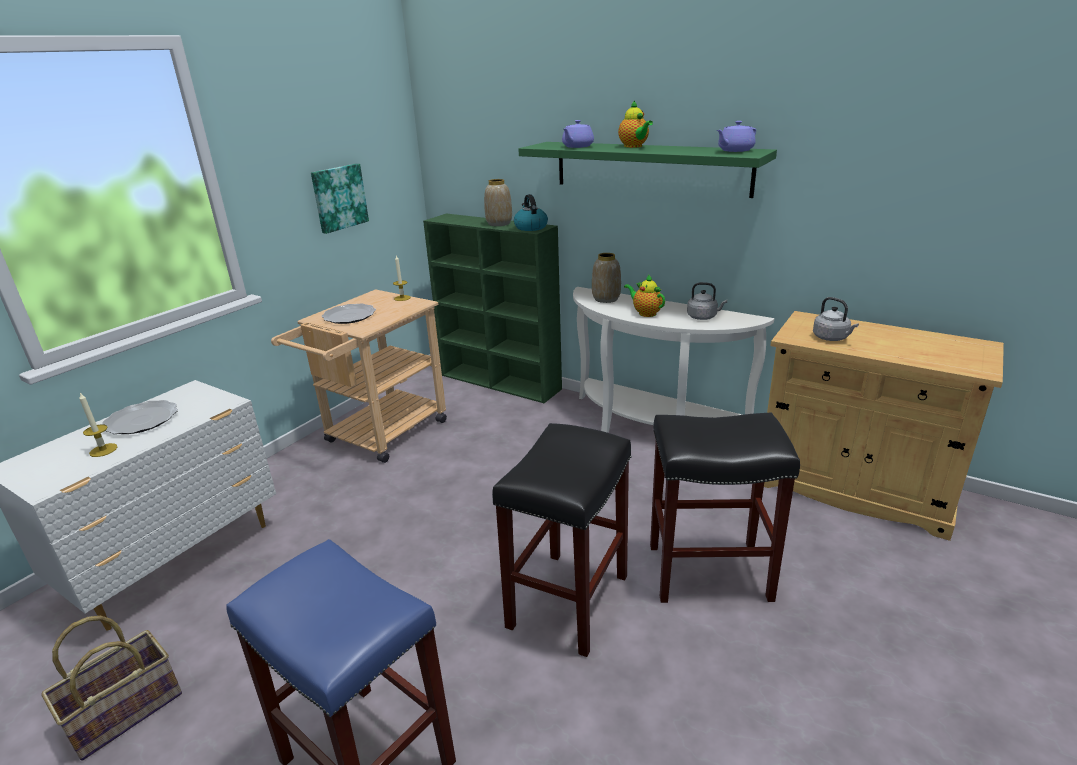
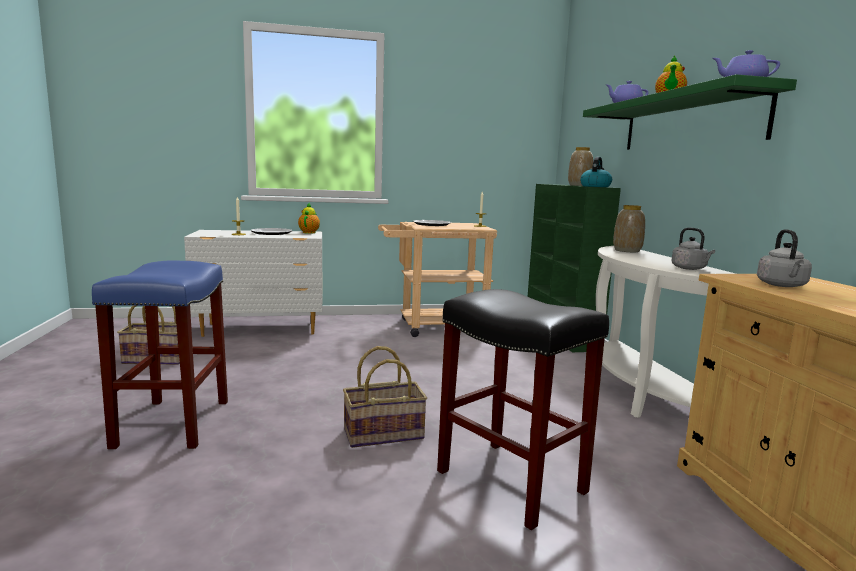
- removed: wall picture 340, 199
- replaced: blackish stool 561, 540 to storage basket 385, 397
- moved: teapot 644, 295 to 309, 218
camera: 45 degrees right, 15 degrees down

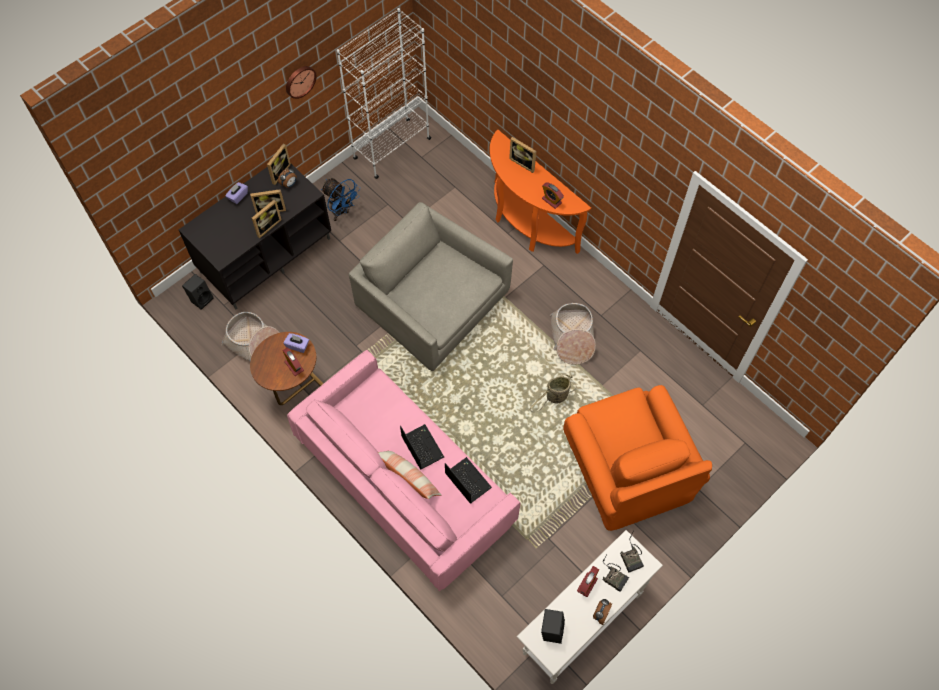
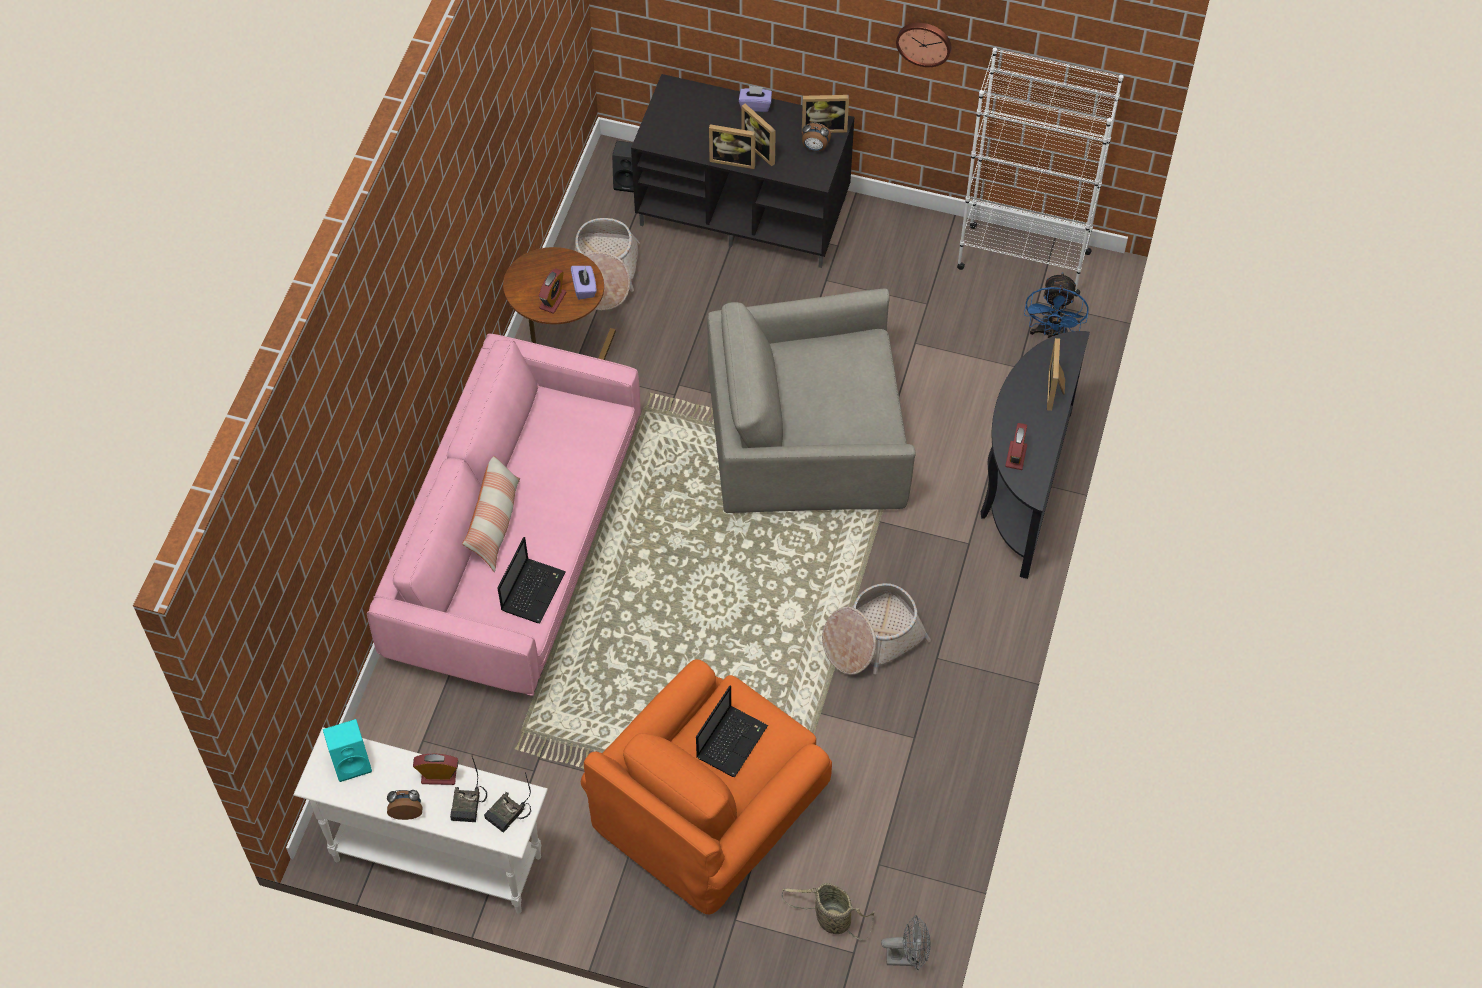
- moved: blue cooling fan 341, 199 to 1056, 305
- turned: gray easy chair 431, 286 = 811, 400 105 degrees counterclockwise
- moved: notebook computer 422, 447 to 732, 732
- recoloured: orange-coloured hall table 540, 192 to blackish hall table 1035, 455
- moved: storage basket 553, 394 to 828, 911
- recoloured: blackish speaker 553, 626 to blue-green speaker 347, 750
- added: gray cooling fan 905, 942
camera: 60 degrees right, 5 degrees down

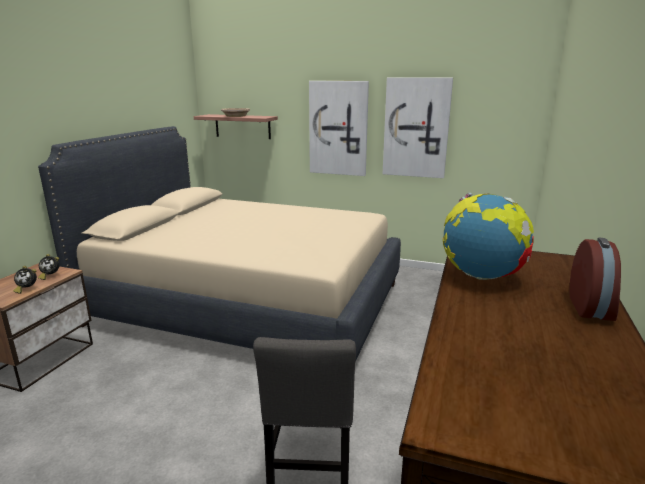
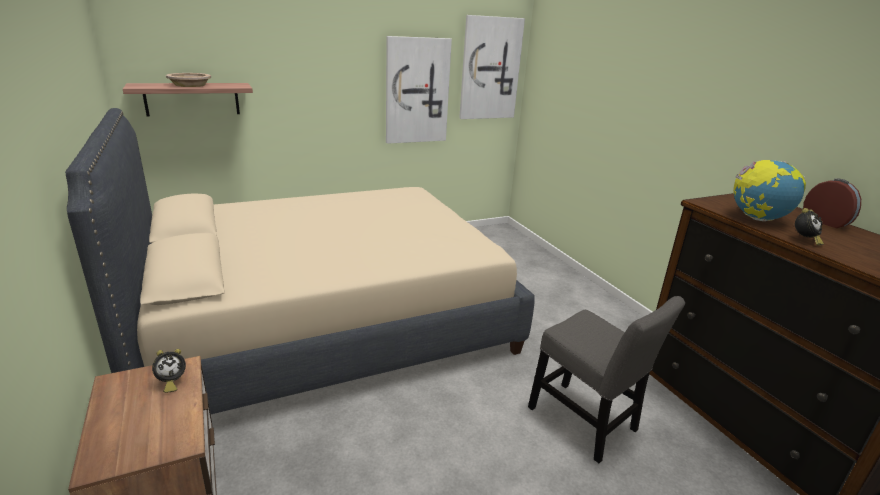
- moved: alarm clock 25, 280 to 809, 227
- moved: wall picture 339, 128 to 492, 67
camera: 45 degrees left, 5 degrees up

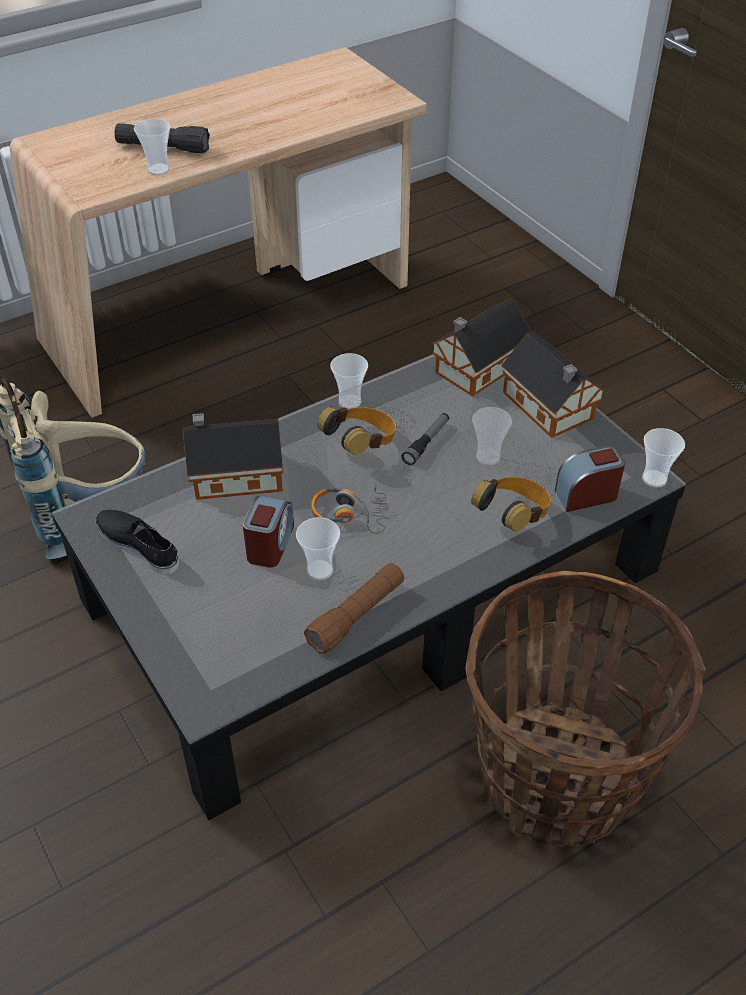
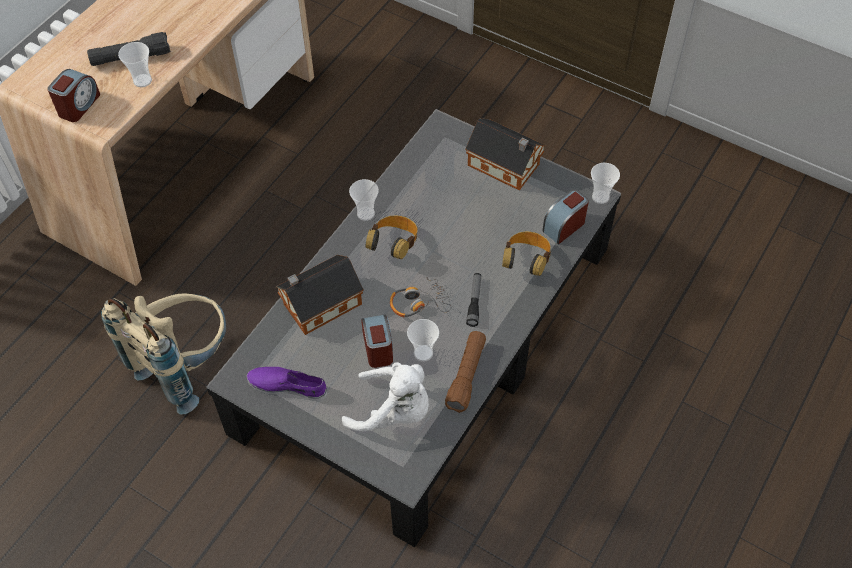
- recoloured: blackish shoe 137, 542 to purplish shoe 286, 384
- moved: flashlight 425, 439 to 473, 300
- removed: model house 481, 348
- removed: storage basket 585, 709
- removed: cup 492, 436
- added: alarm clock 74, 95
- added: white-coloured plush toy 385, 396
camera: 25 degrees left, 10 degrees up

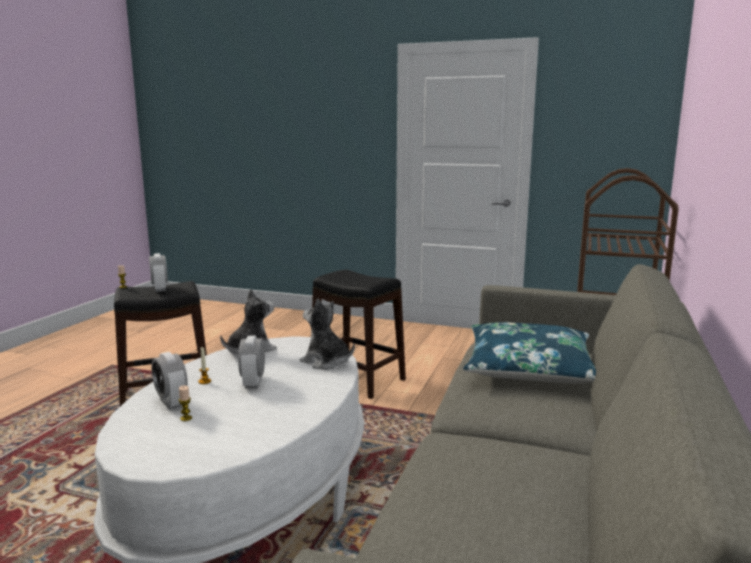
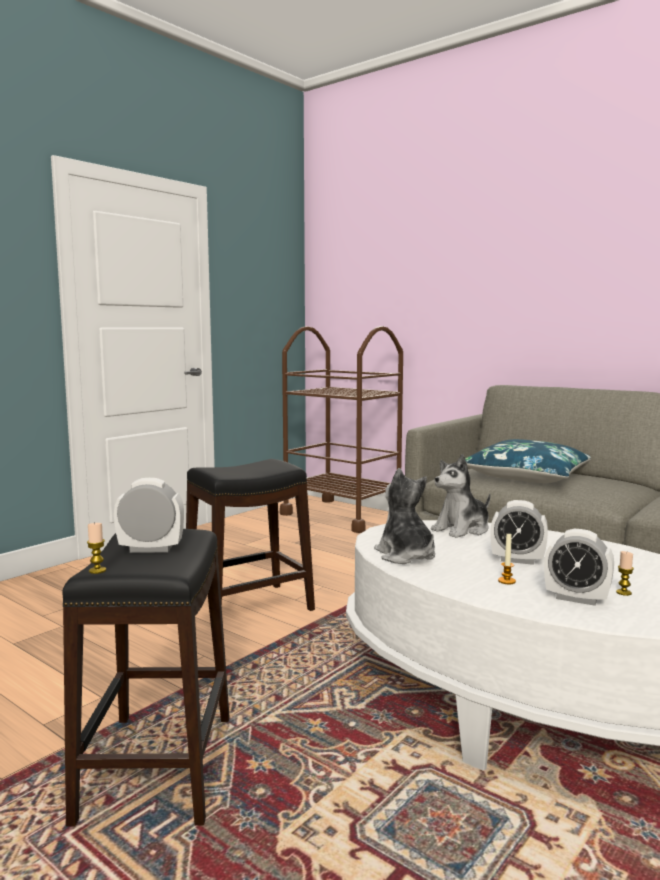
- turned: alarm clock 169, 381 = 579, 567 45 degrees clockwise
camera: 70 degrees left, 5 degrees down

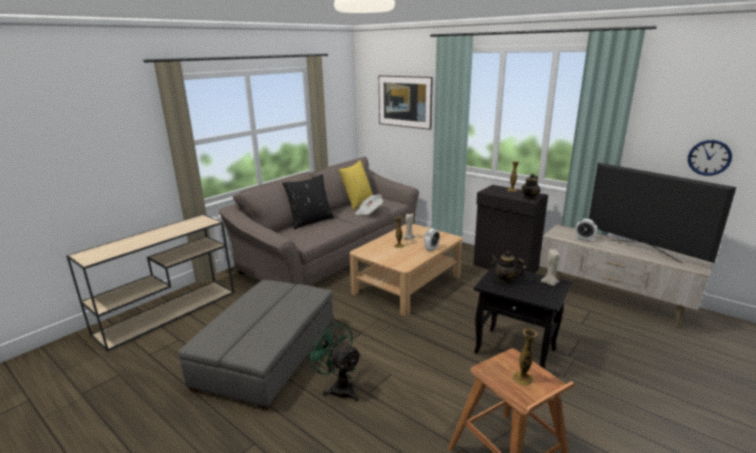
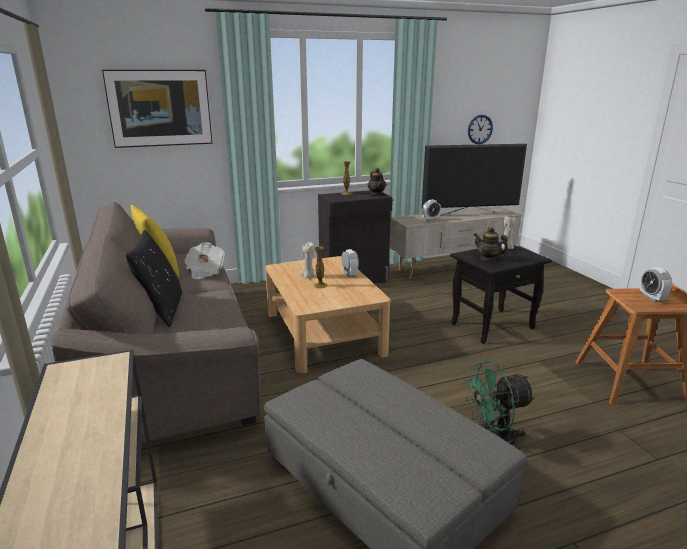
- turned: teapot 507, 268 = 491, 244 60 degrees clockwise
- replaced: decorative vase 525, 357 to alarm clock 656, 284
camera: 60 degrees left, 0 degrees up

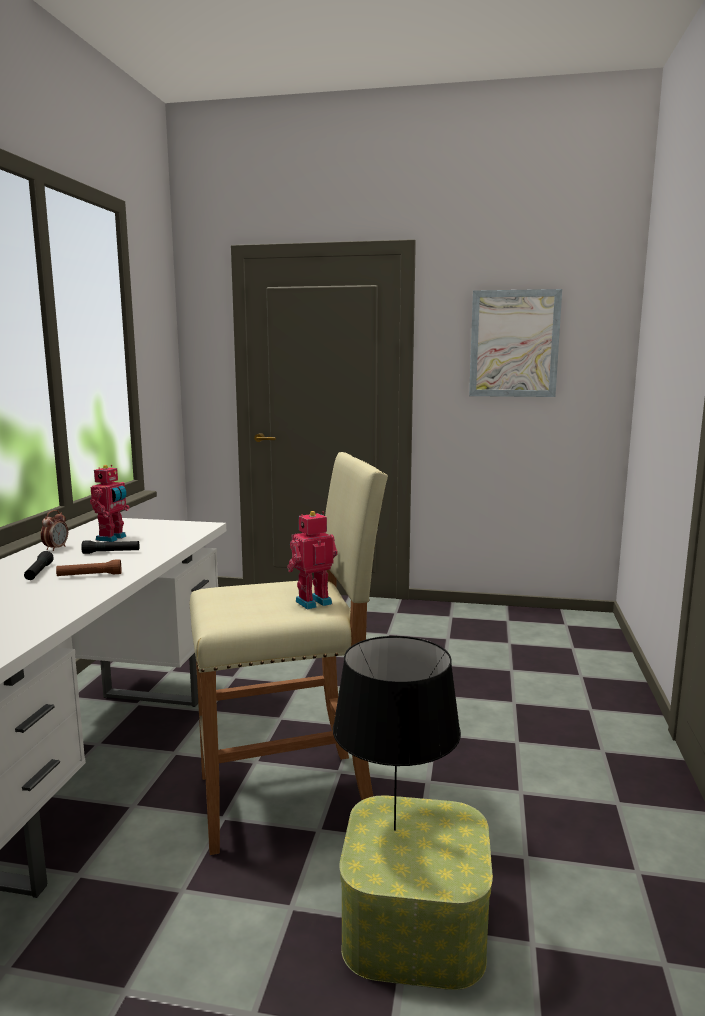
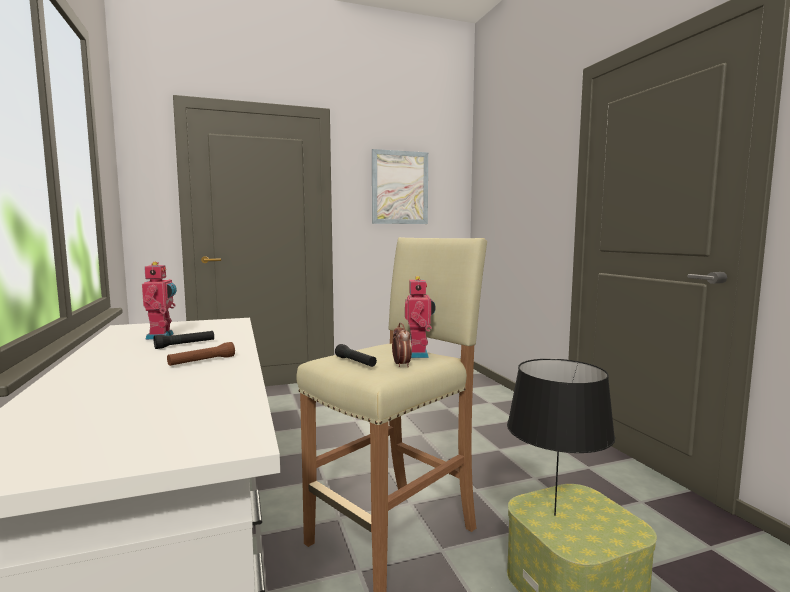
- moved: blackish flashlight 39, 565 to 356, 355
- moved: alarm clock 54, 530 to 402, 345
- turned: toy robot 312, 560 = 420, 317 150 degrees clockwise
camera: 30 degrees left, 5 degrees down

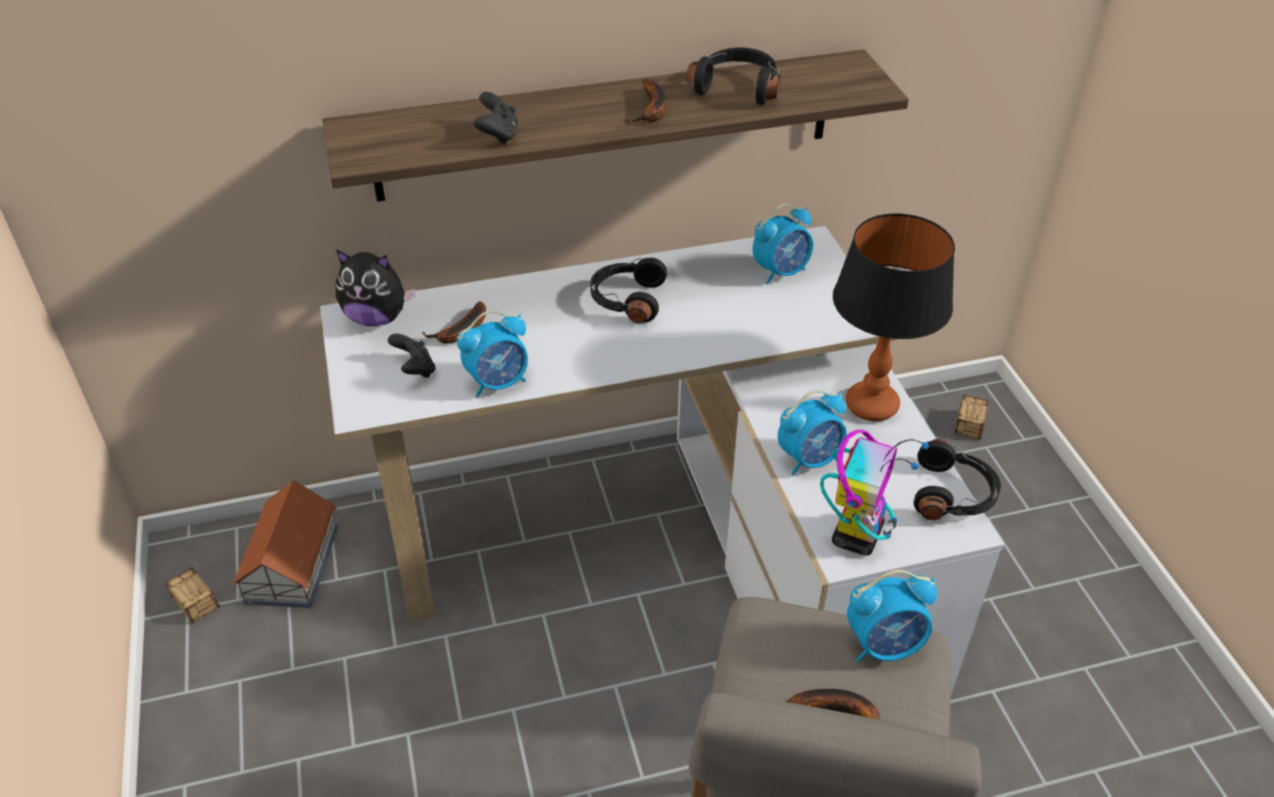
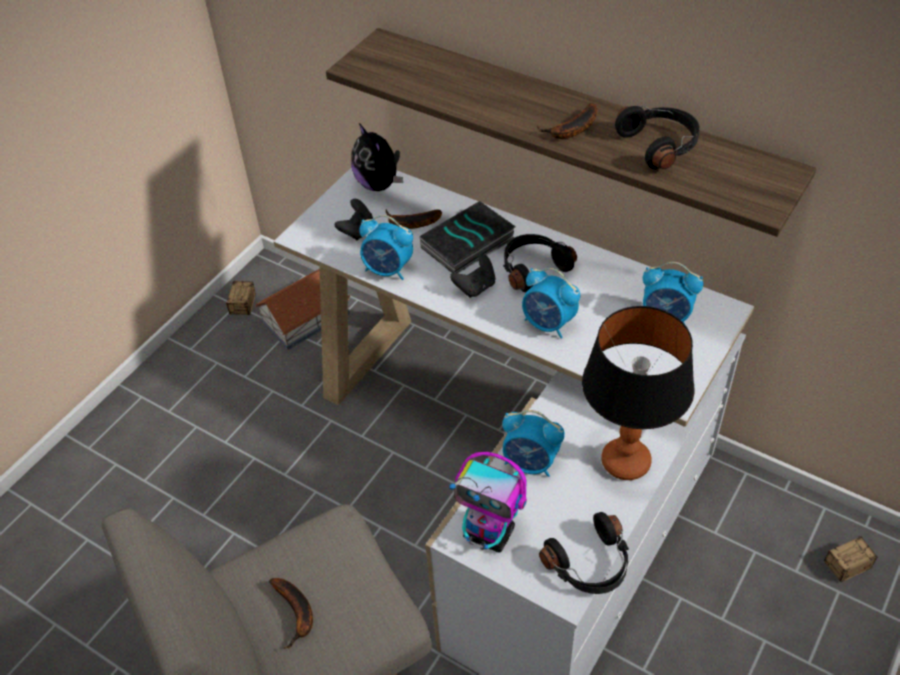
- moved: blackish joypad 496, 118 to 473, 276
- turned: toy robot 874, 492 = 488, 502 45 degrees clockwise
- moved: alarm clock 892, 616 to 551, 303
- added: book 468, 237
camera: 50 degrees right, 5 degrees up

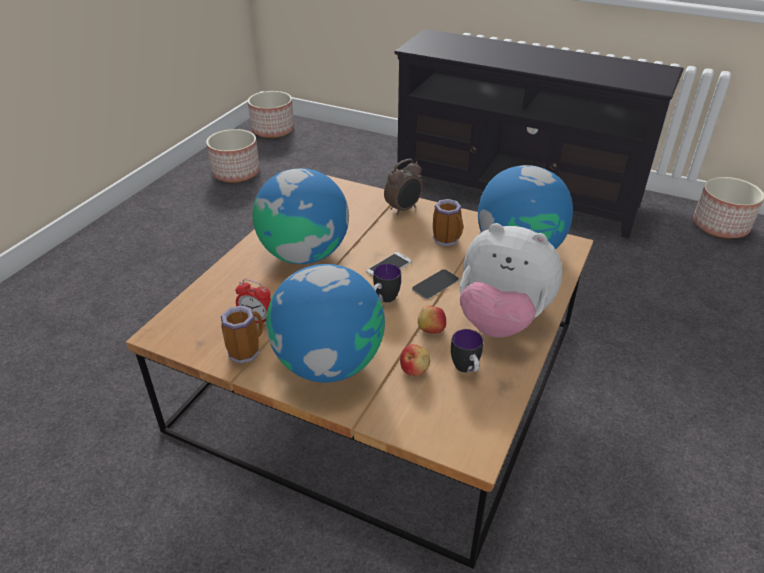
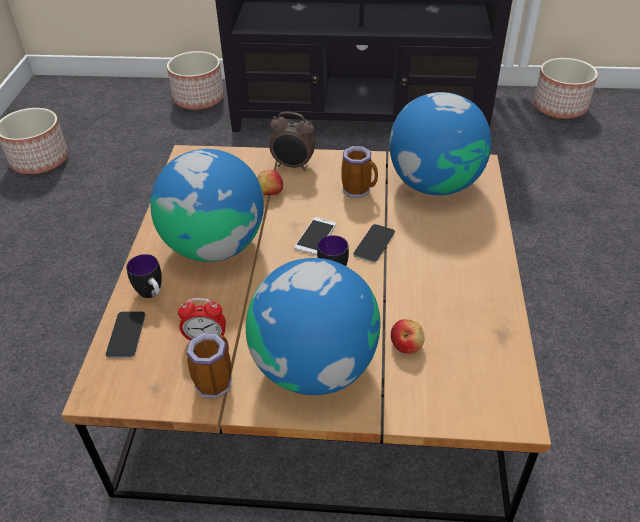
- moved: planter 271, 114 to 195, 80
- turned: alarm clock 403, 187 = 292, 141 75 degrees clockwise
- moved: apple 432, 319 to 270, 182
- moved: coffee mug 467, 351 to 144, 276
- removed: plush toy 511, 280
- added: phone 125, 334
camera: 20 degrees left, 5 degrees up

